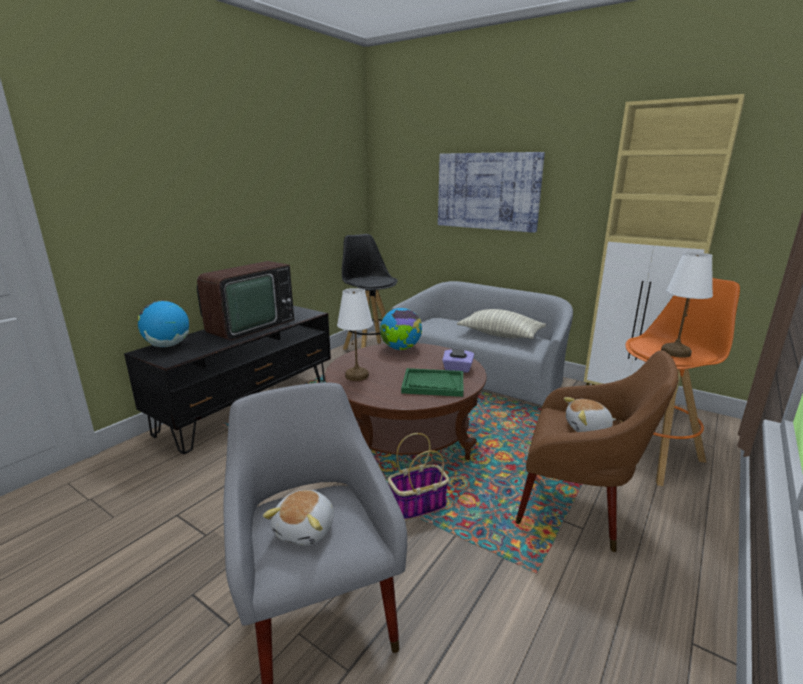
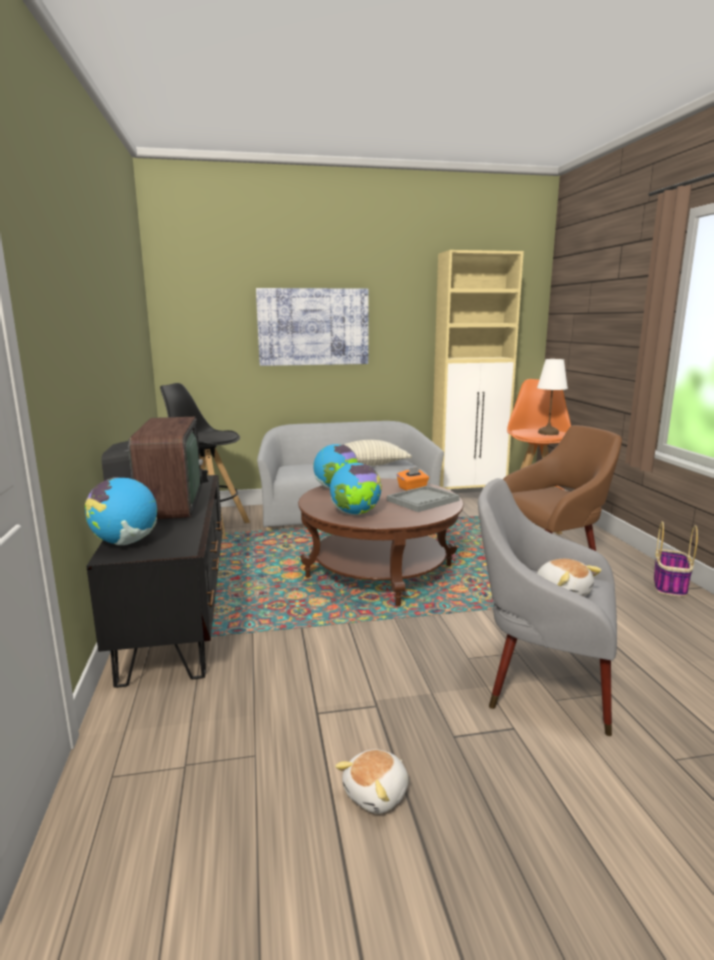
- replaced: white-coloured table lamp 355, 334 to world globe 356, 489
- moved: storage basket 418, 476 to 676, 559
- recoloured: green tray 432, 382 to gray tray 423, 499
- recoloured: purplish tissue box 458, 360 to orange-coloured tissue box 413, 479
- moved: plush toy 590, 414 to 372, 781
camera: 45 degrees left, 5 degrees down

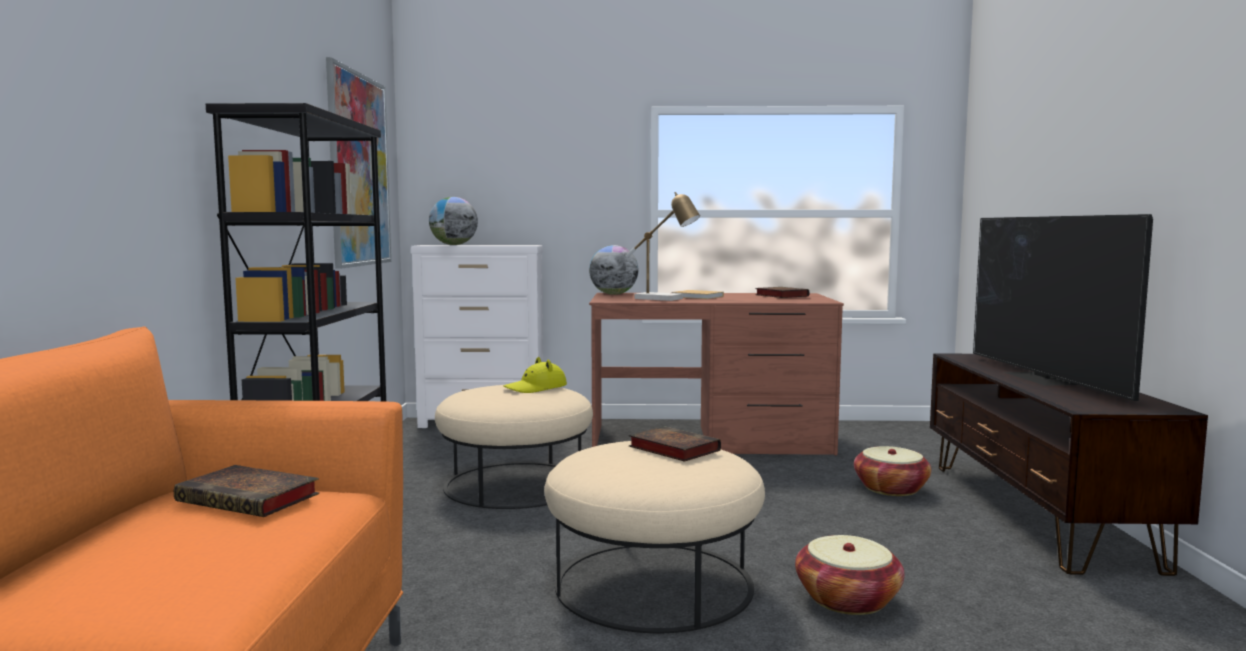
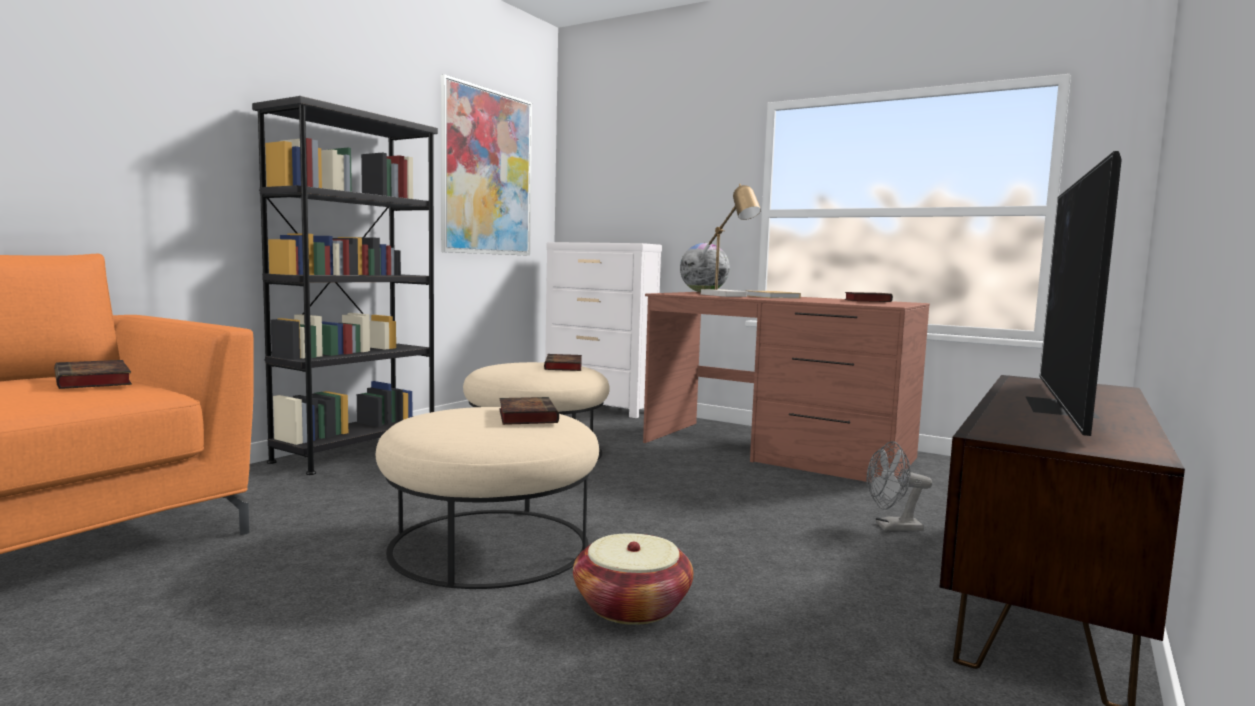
- removed: world globe 453, 221
- replaced: yellow-coloured clothing hat 535, 375 to book 563, 362
- replaced: storage basket 892, 471 to gray cooling fan 899, 486
camera: 30 degrees right, 0 degrees up

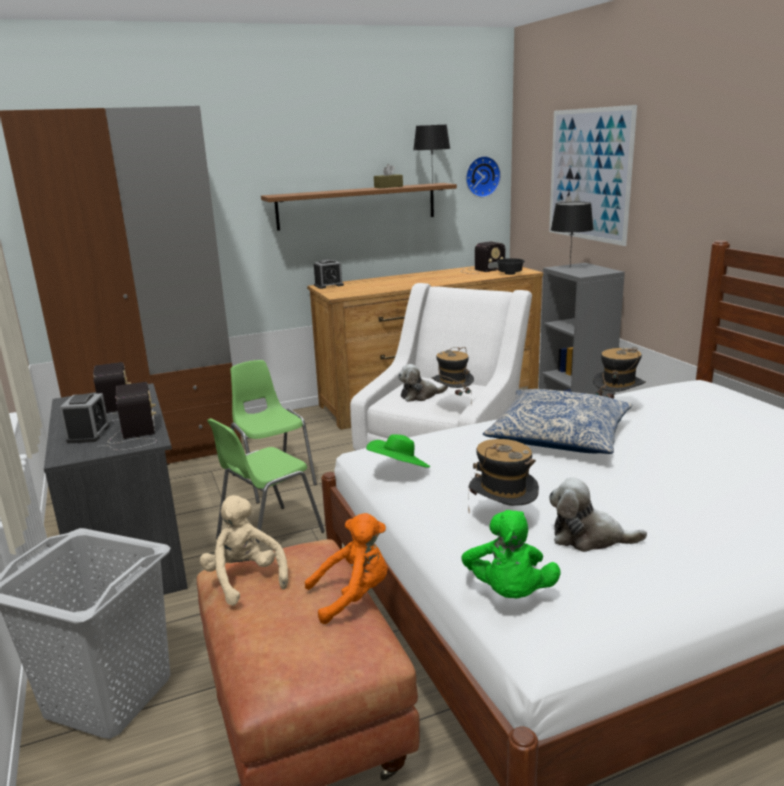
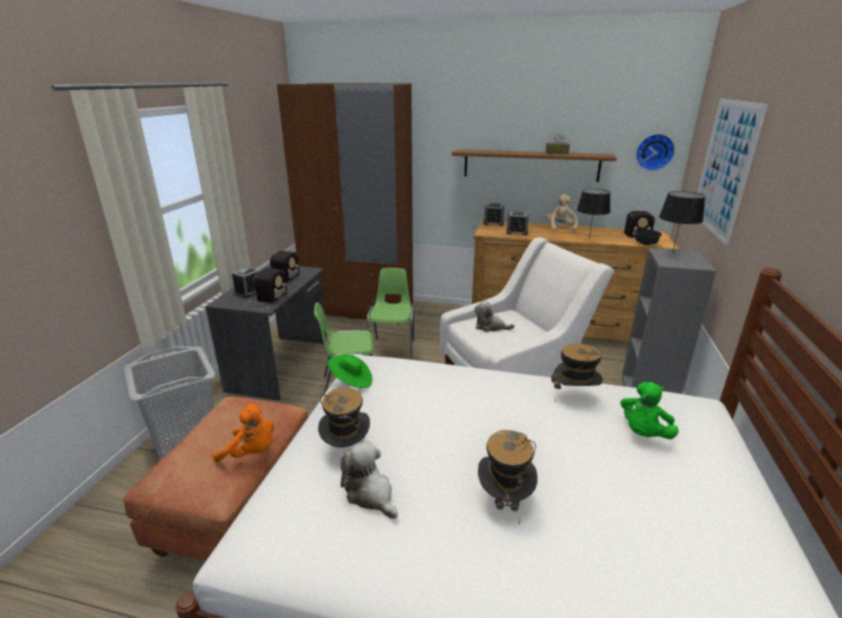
- moved: beige-coloured plush toy 244, 550 to 562, 213
- moved: blackish table lamp 432, 155 to 594, 213
- moved: clothing hat 453, 376 to 508, 477
- moved: green plush toy 511, 554 to 649, 410
- removed: throw pillow 557, 421
- added: alarm clock 517, 223
camera: 35 degrees right, 5 degrees up

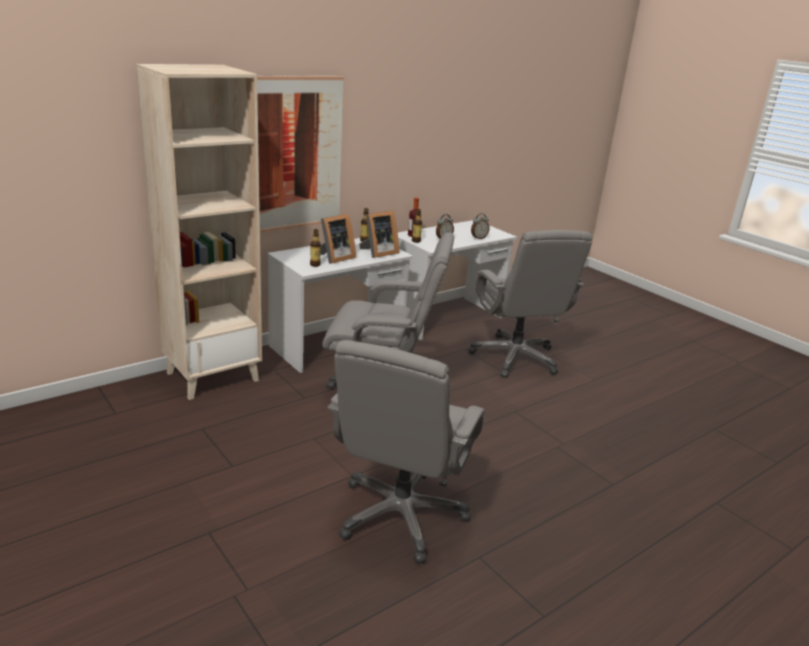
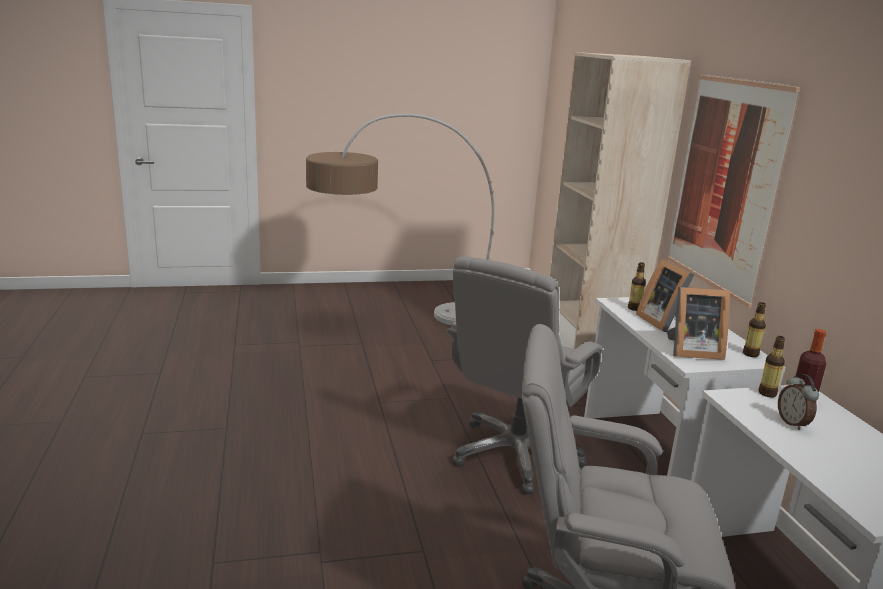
- removed: gray office chair 406, 452
- turned: standing frame 379, 234 = 698, 323 75 degrees counterclockwise
- removed: alarm clock 480, 226
- added: standing lamp 400, 219
camera: 115 degrees right, 5 degrees down

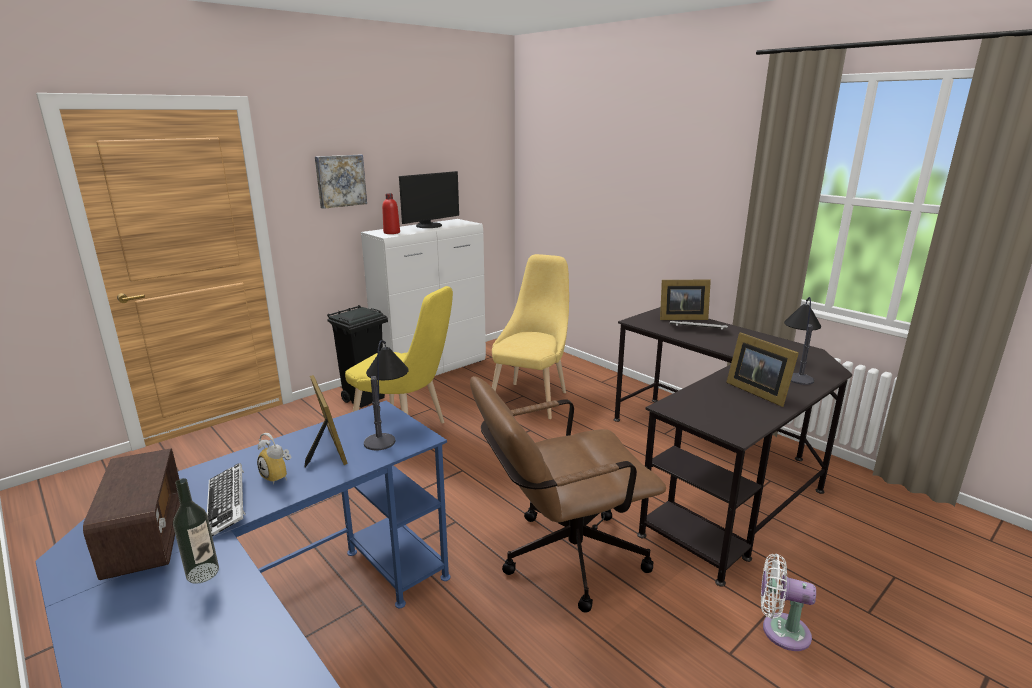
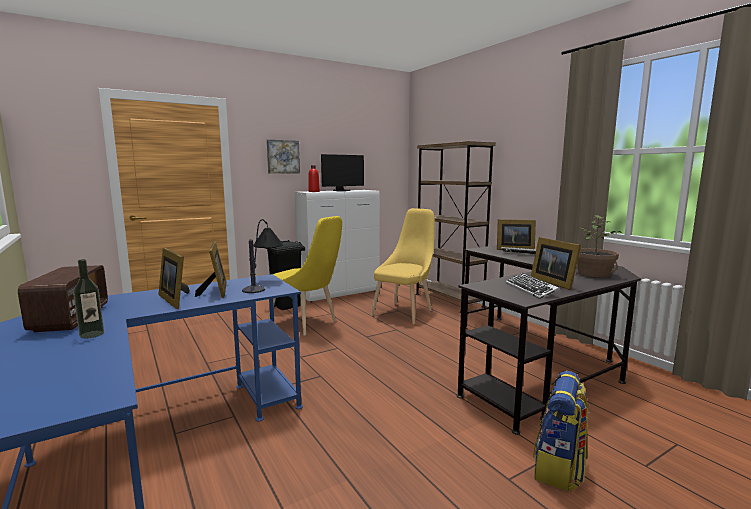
- moved: PC keyboard 226, 499 to 532, 286
- replaced: alarm clock 274, 458 to standing frame 174, 278
- removed: brown office chair 568, 494
- replaced: white-coloured cooling fan 788, 602 to rucksack 561, 431
- replaced: table lamp 802, 341 to potted plant 599, 246
- added: brown bookshelf 456, 227
camera: 10 degrees right, 10 degrees down

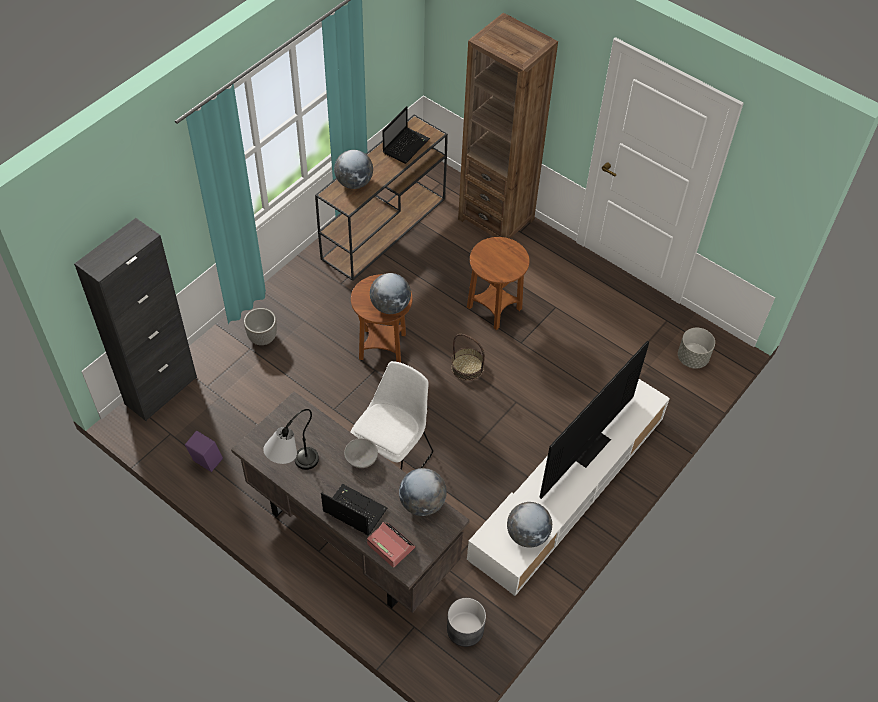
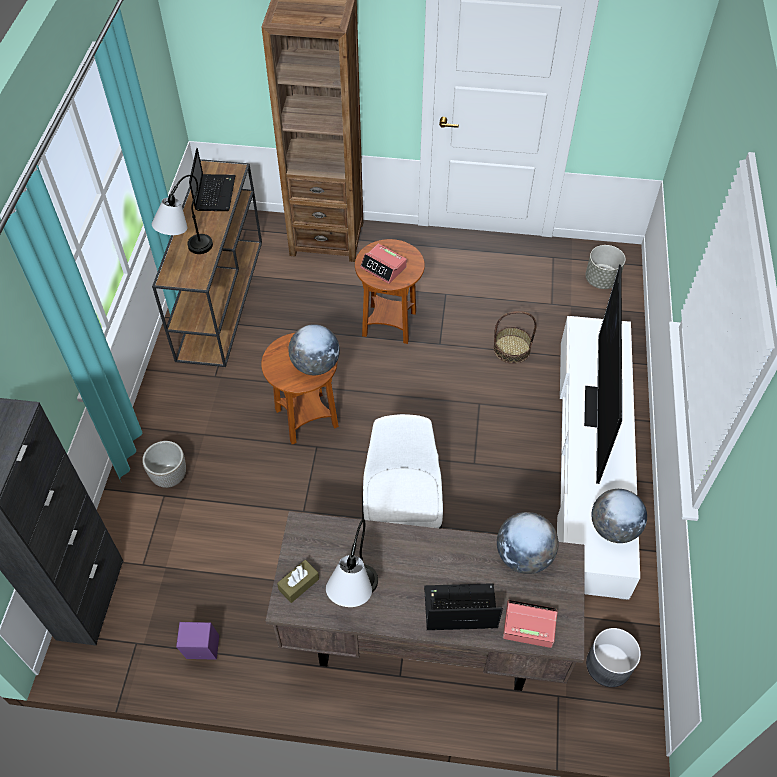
- replaced: world globe 353, 169 to table lamp 182, 214
- removed: gray deep dish 361, 453
- moved: storage basket 468, 357 to 515, 337
- added: brown tissue box 298, 581
- added: alarm clock 383, 264
camera: 30 degrees left, 0 degrees up

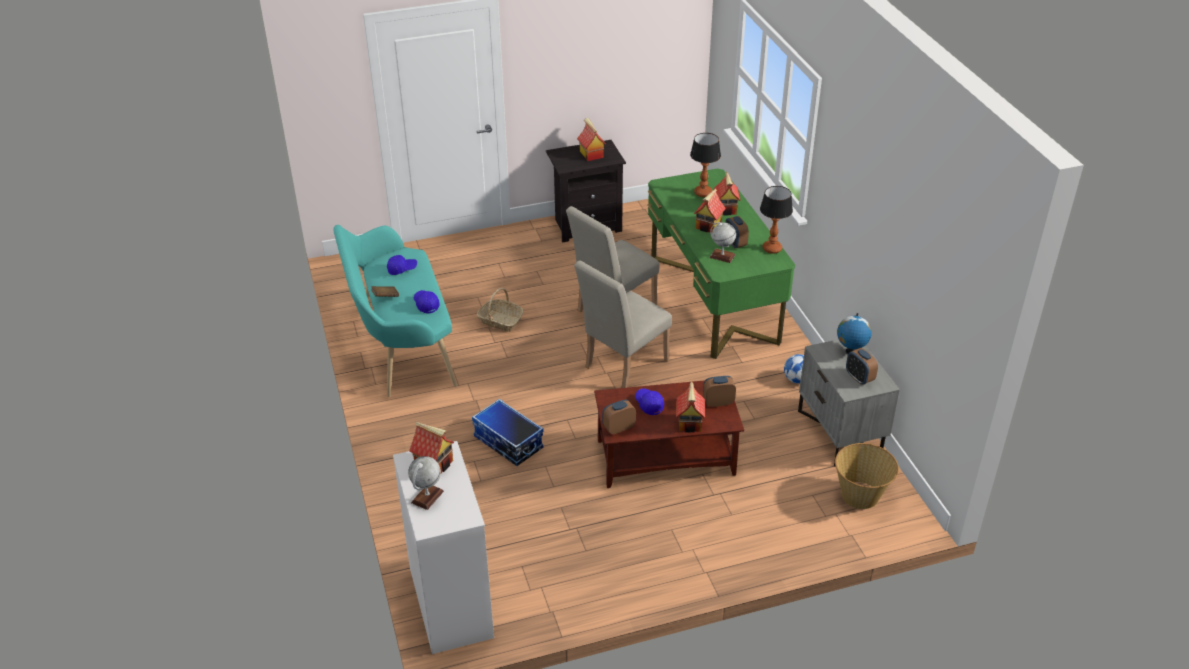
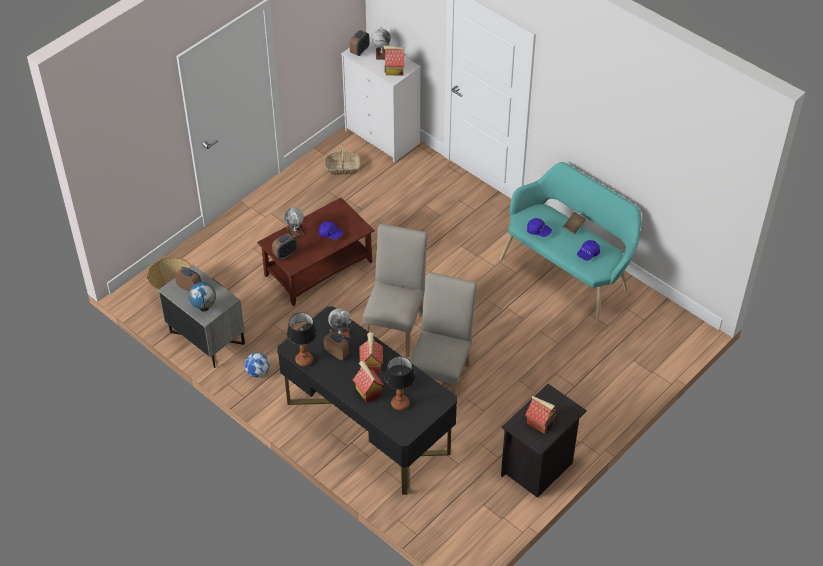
- removed: storage container 508, 432
- moved: storage basket 500, 310 to 342, 158
- moved: alarm clock 619, 416 to 360, 43
- recoloured: green desk table 721, 263 to blackish desk table 367, 400
- replaced: model house 690, 407 to world globe 294, 223
camera: 150 degrees right, 10 degrees up

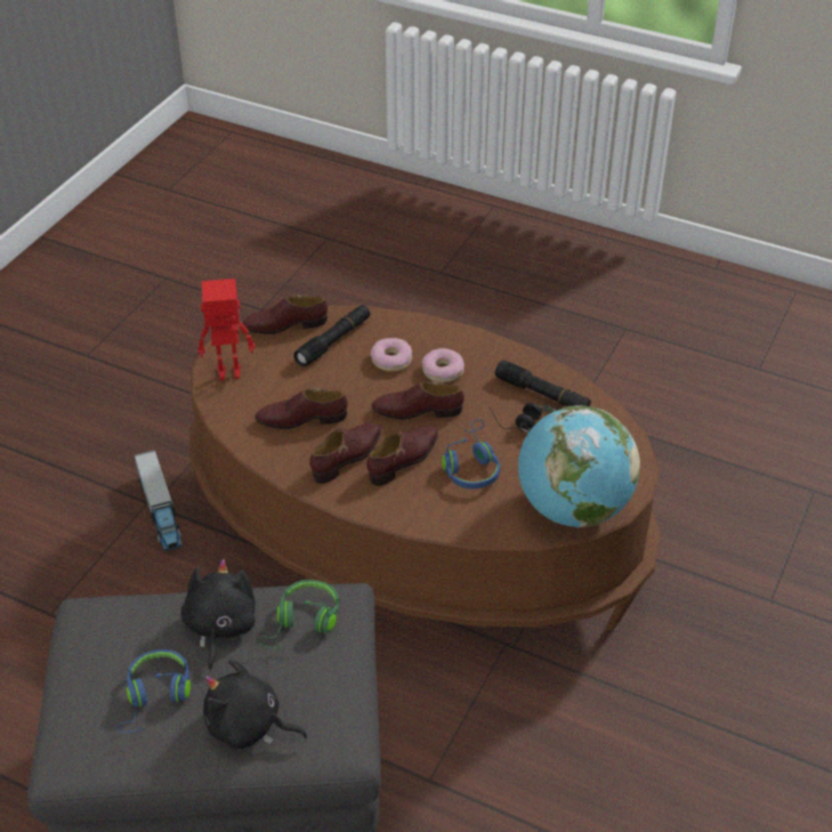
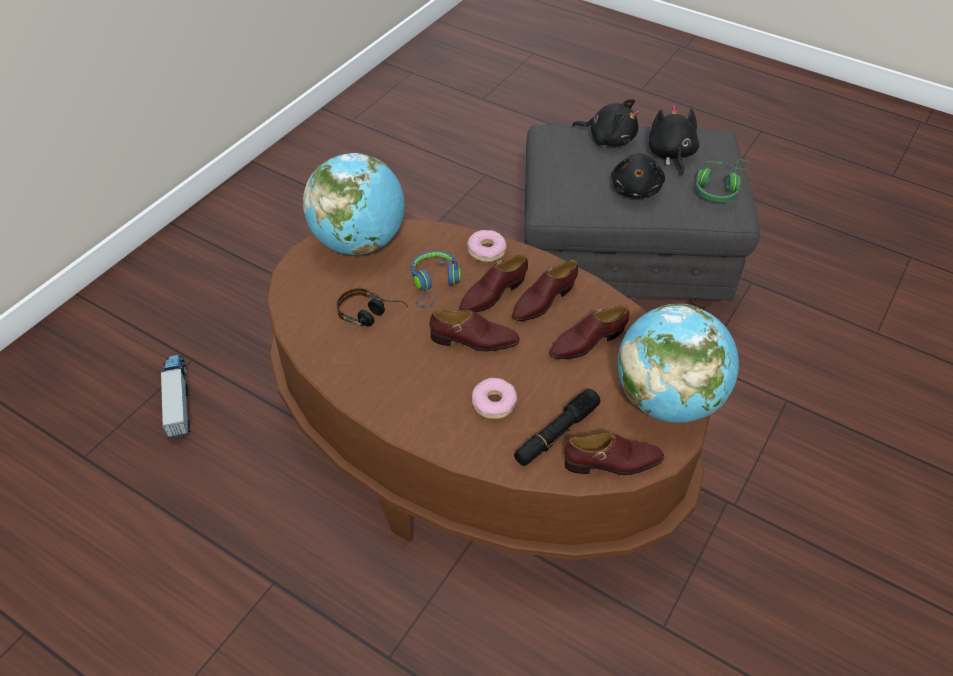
- replaced: blue headphones 154, 691 to blackish plush toy 674, 140
- moved: model truck 158, 501 to 175, 397
- replaced: toy robot 226, 329 to world globe 678, 363
- turned: brown shoe 301, 408 = 589, 332 150 degrees clockwise
- moved: green headphones 299, 614 to 722, 180
- moved: doughnut 443, 365 to 486, 246
- removed: blackish flashlight 543, 383
camera: 175 degrees left, 5 degrees up

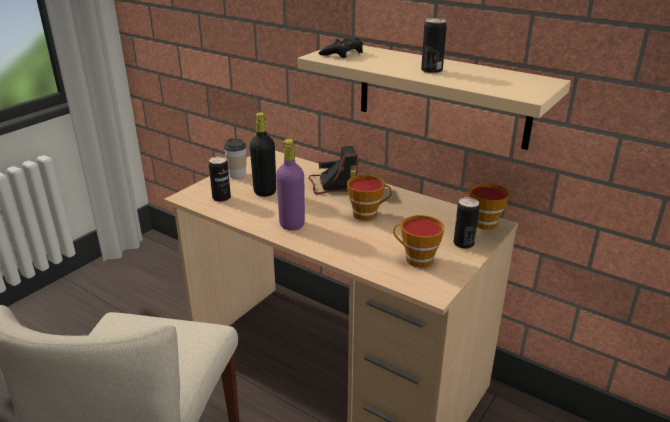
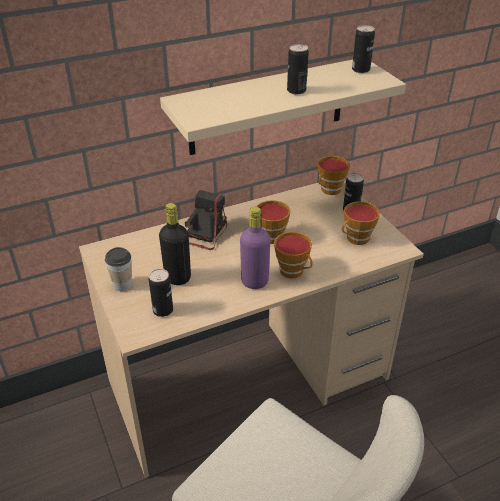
- removed: blackish joypad 341, 48
- added: cup 293, 255
- added: sealed can 363, 49
camera: 60 degrees left, 10 degrees up

